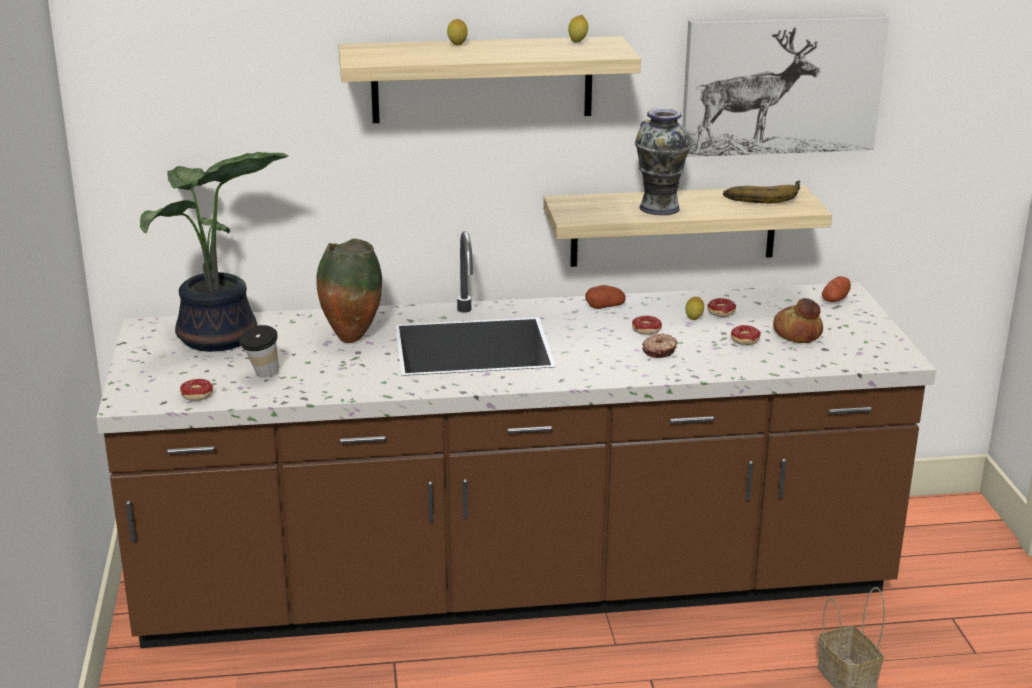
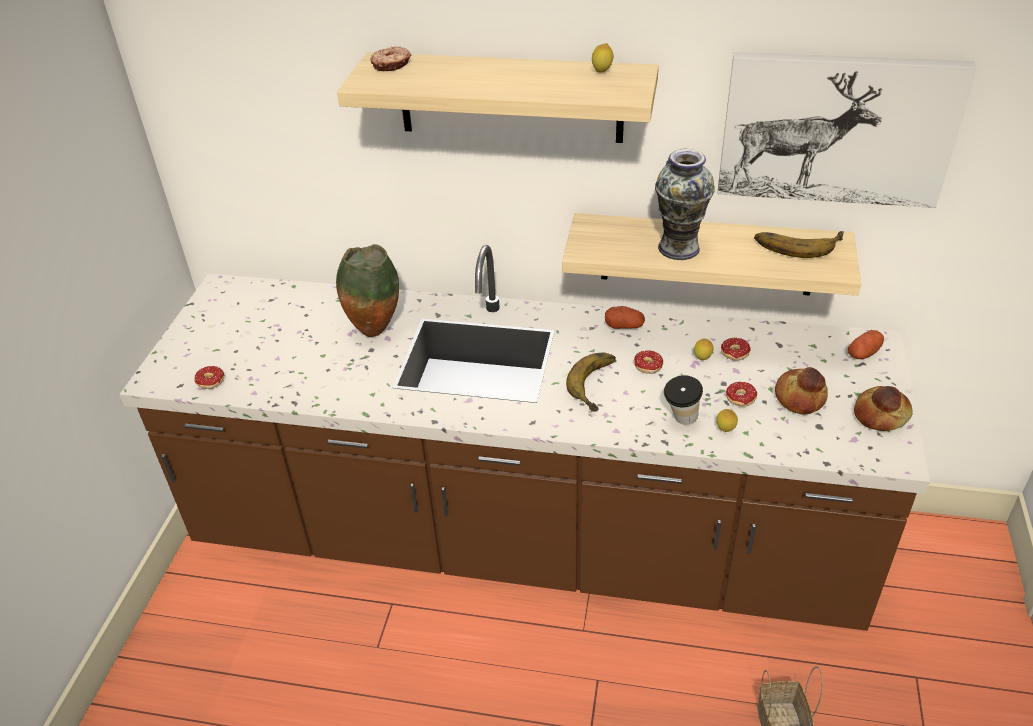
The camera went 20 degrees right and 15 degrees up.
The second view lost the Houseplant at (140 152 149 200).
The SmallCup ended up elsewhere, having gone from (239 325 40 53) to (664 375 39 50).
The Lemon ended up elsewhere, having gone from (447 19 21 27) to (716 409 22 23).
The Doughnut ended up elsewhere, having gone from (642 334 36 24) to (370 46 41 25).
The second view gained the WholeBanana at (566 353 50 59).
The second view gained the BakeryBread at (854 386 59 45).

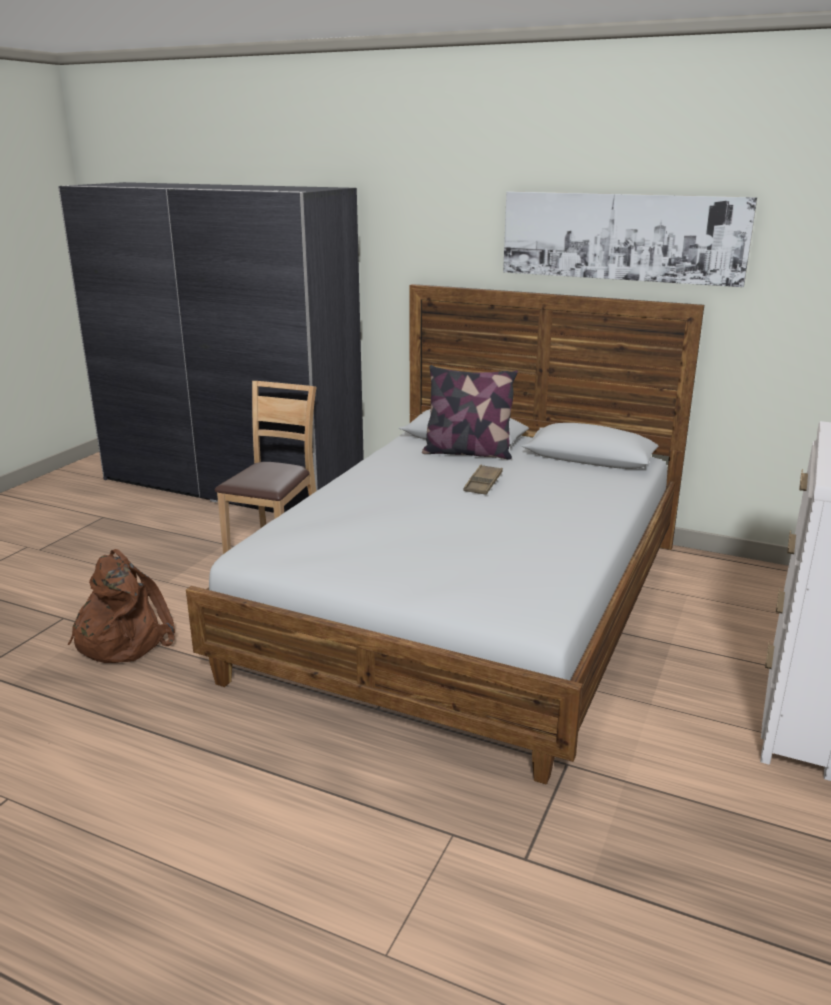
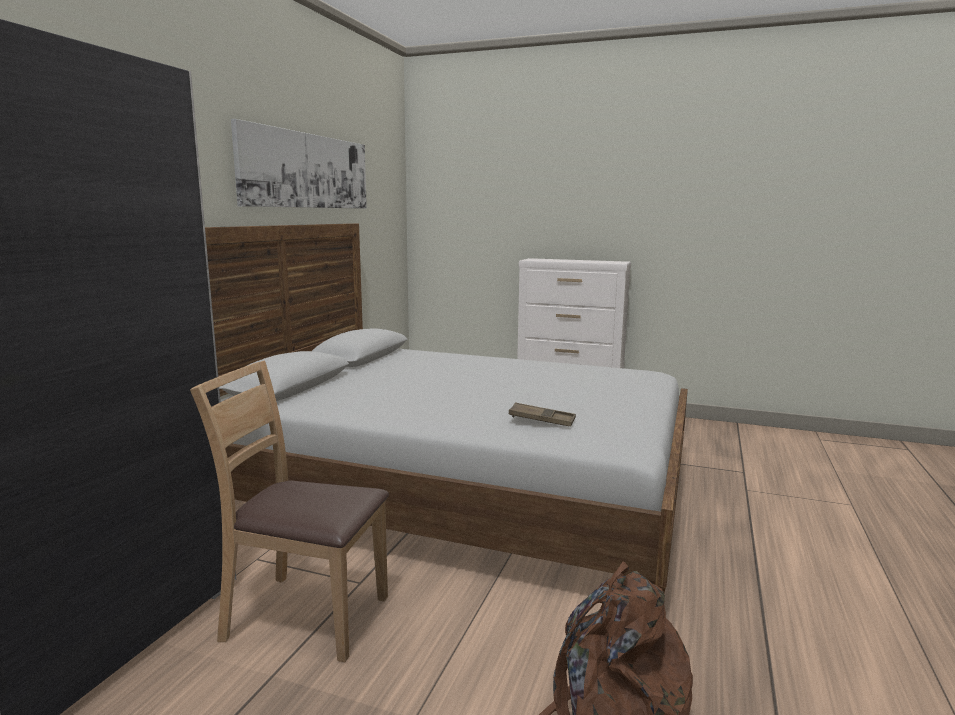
The camera went 95 degrees left and 10 degrees down.
The second view lost the Cushion at (422 365 96 94).
The BrownTray ended up elsewhere, having gone from (463 465 40 30) to (509 402 67 24).

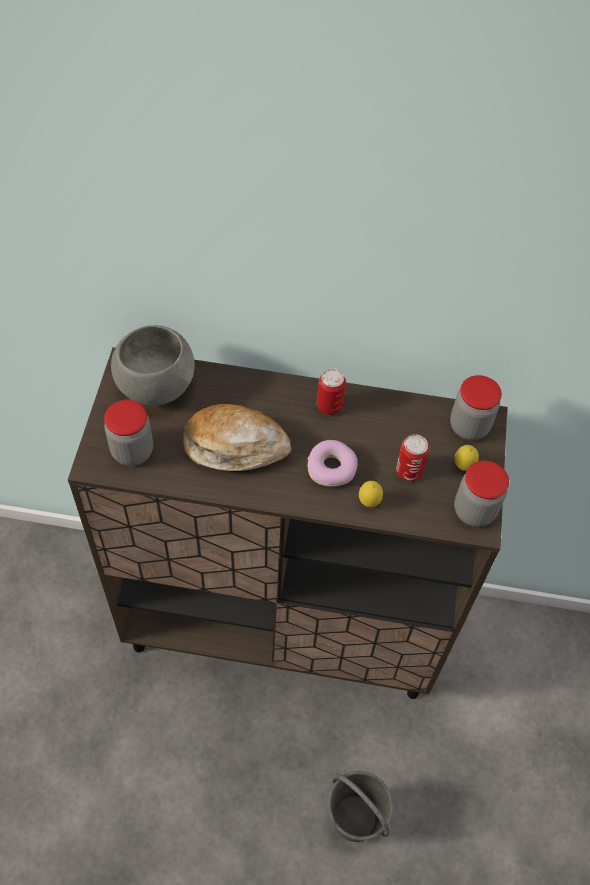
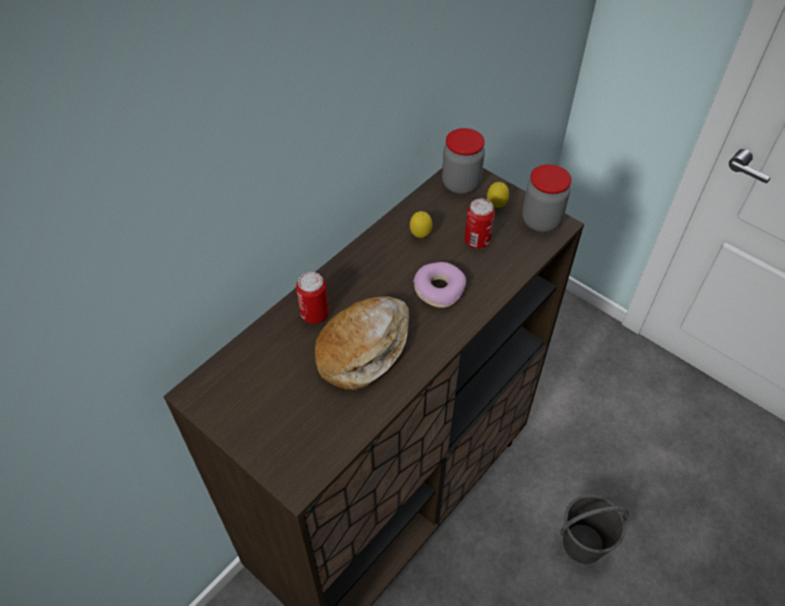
The camera went 55 degrees left and 5 degrees down.
The second view lost the Jar at (104 400 49 66).
The second view lost the GreyishServingBowl at (111 325 84 81).
The MetalCan ended up elsewhere, having gone from (317 368 29 47) to (296 272 33 52).
The Lemon ended up elsewhere, having gone from (359 481 24 26) to (410 211 23 27).

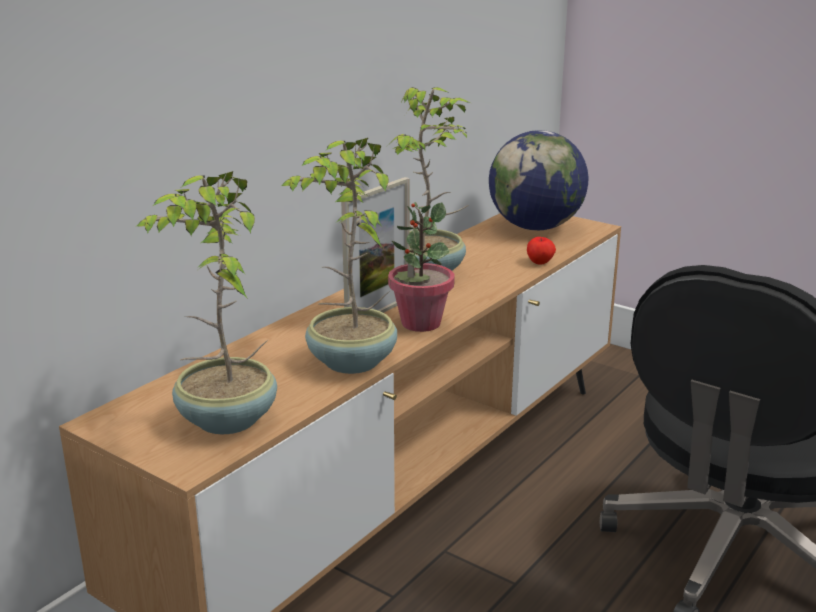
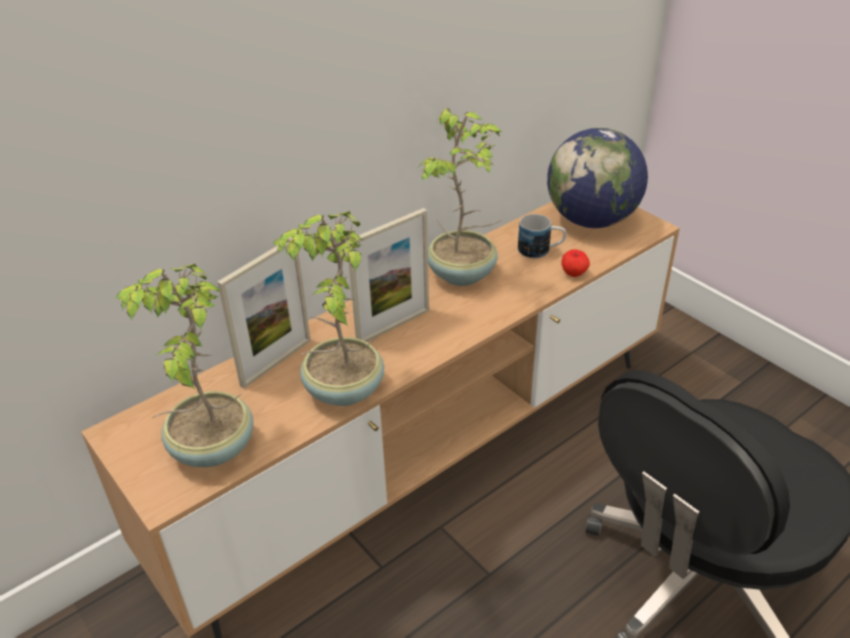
The camera went 15 degrees right and 15 degrees up.
The second view lost the Houseplant at (388 202 67 130).
The second view gained the PhotoFrame at (217 237 94 151).
The second view gained the TeaMug at (518 214 48 45).

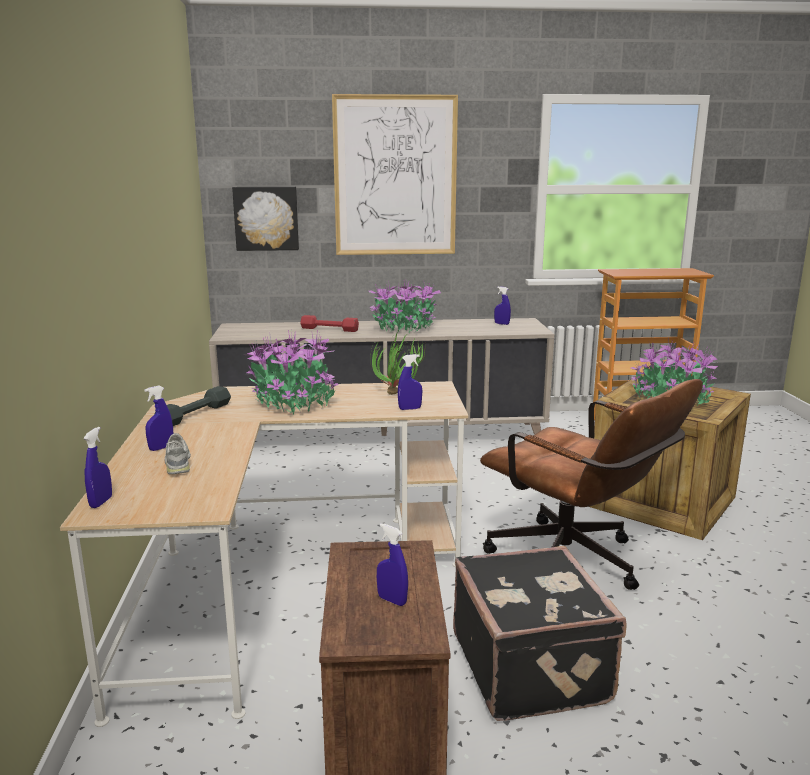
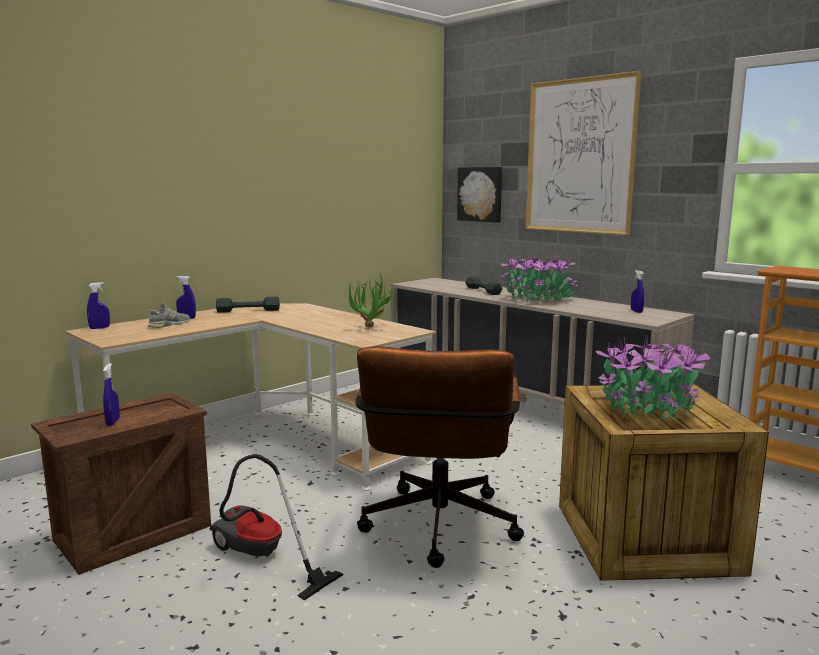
The camera went 50 degrees right and 5 degrees down.
The second view lost the Houseplant at (244 330 95 85).
What was the RedHandWeight at (300 315 59 17) turned into the GreyishHandWeight at (465 277 37 18).
The second view lost the BlueSprayBottle at (398 354 24 56).
Where the BlackColouredSuitcase stood at (453 546 174 175), the Hoover came to stand at (209 454 134 146).

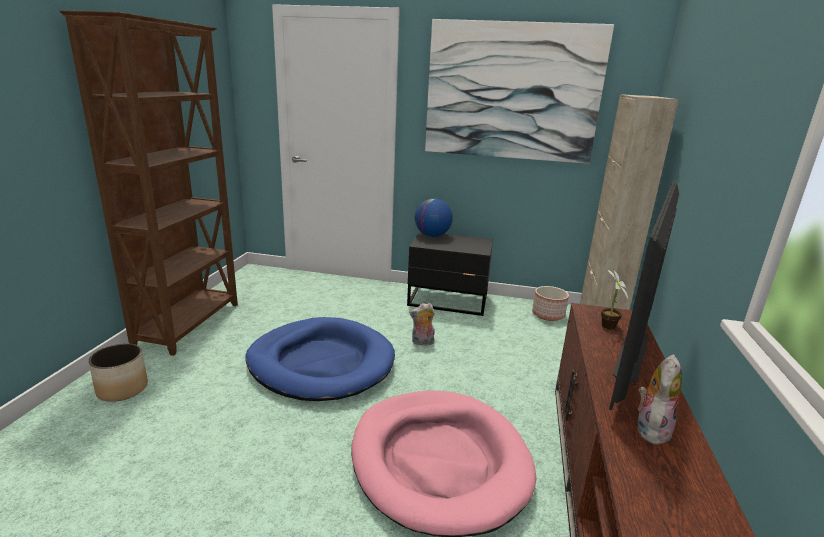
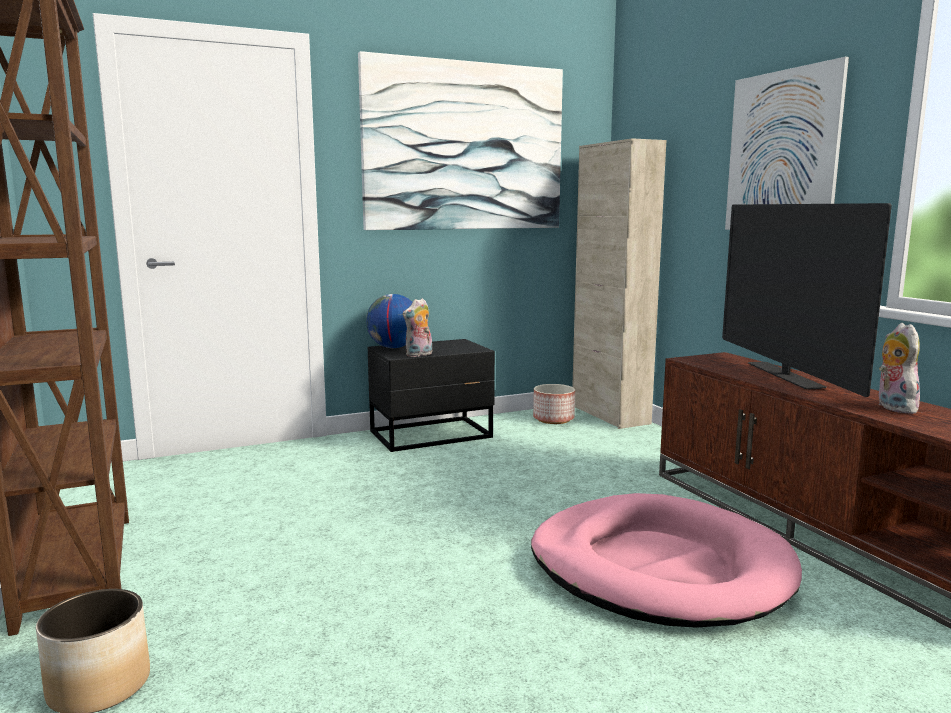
The camera went 35 degrees left and 10 degrees down.
The second view lost the BluePetBed at (246 317 149 84).
The CuddlyToy ended up elsewhere, having gone from (409 303 26 43) to (403 298 29 59).
The second view lost the Houseplant at (601 269 27 61).
The second view gained the WallArt at (725 57 124 173).

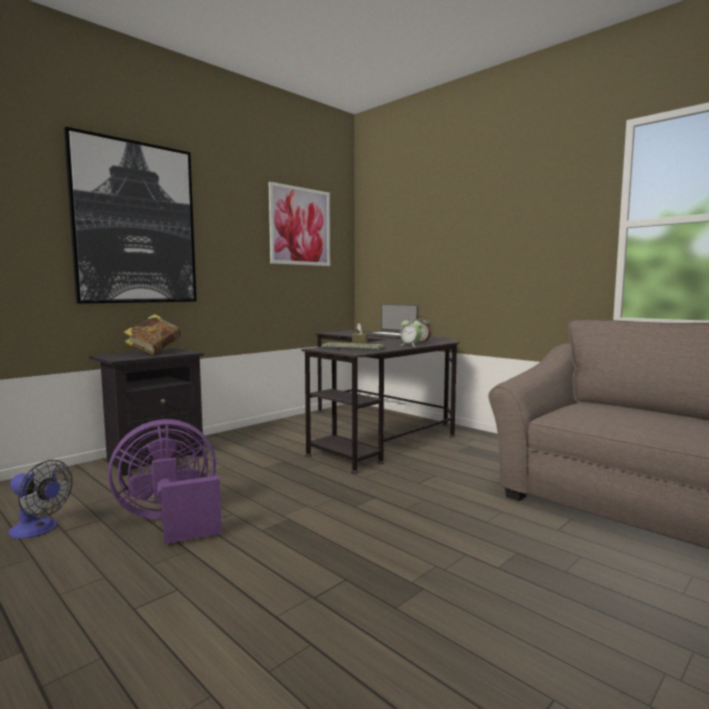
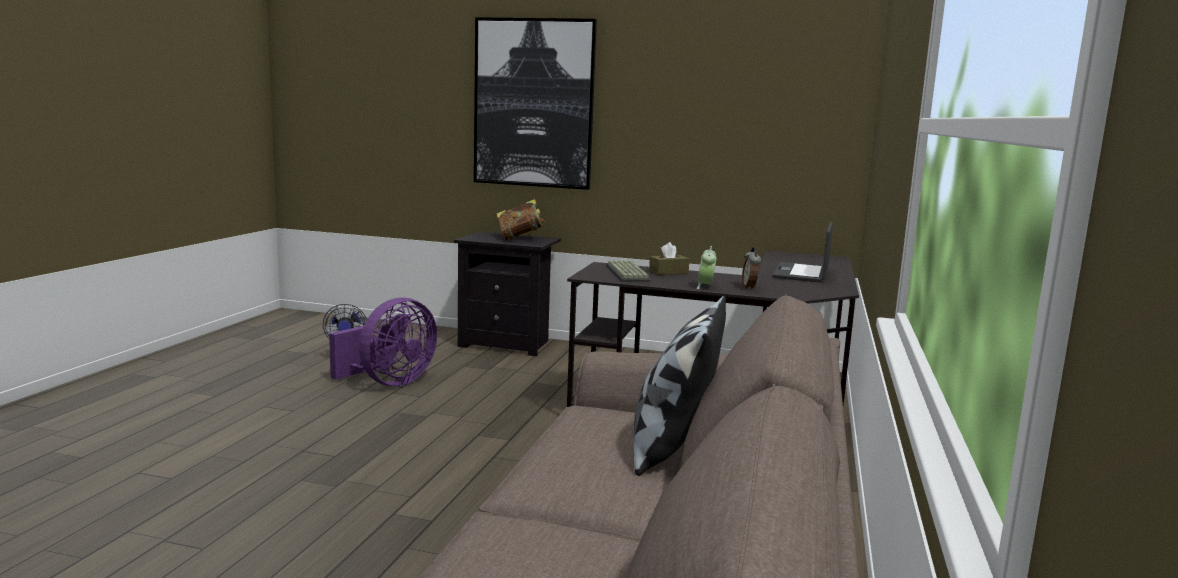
The camera went 60 degrees right and 5 degrees up.
The PurpleElectricFan at (108 419 114 125) ended up facing another way, 90 degrees clockwise from before.
The second view lost the WallArt at (269 182 61 84).
The second view gained the Cushion at (633 296 93 180).

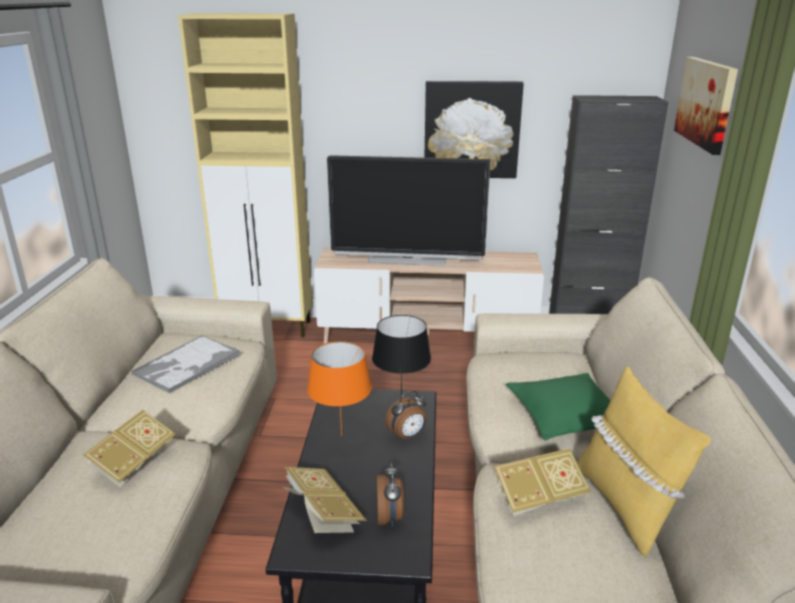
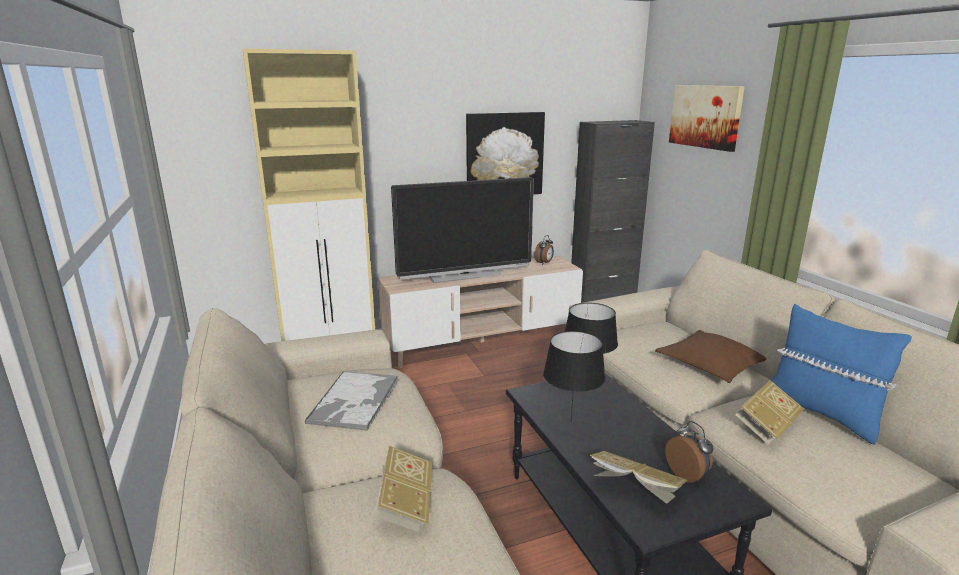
The camera went 25 degrees left and 5 degrees down.
What was the OrangeyLampForATable at (307 341 65 95) turned into the BlackColouredLampForATable at (543 331 63 91).
The TableClock ended up elsewhere, having gone from (385 391 42 50) to (535 235 19 30).
What was the GreenColouredCushion at (506 373 105 67) turned into the BrownCushion at (655 330 111 53).
What was the YellowColouredCushion at (577 366 134 191) turned into the BlueCushion at (771 304 141 141).

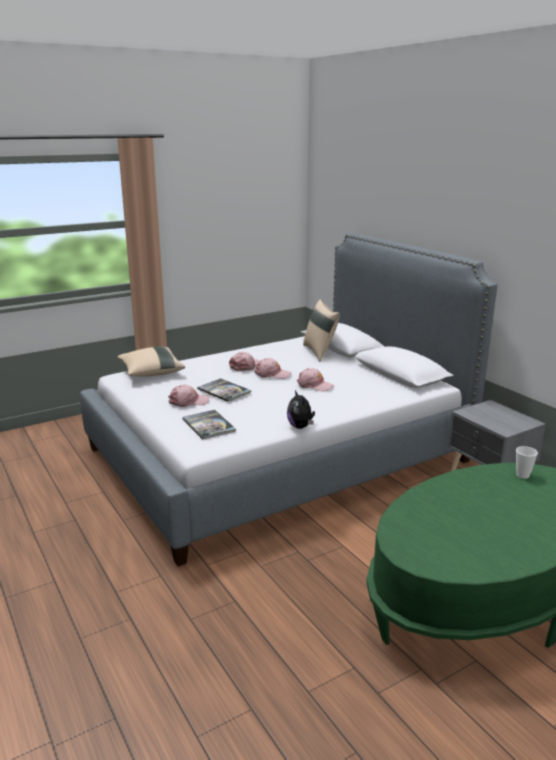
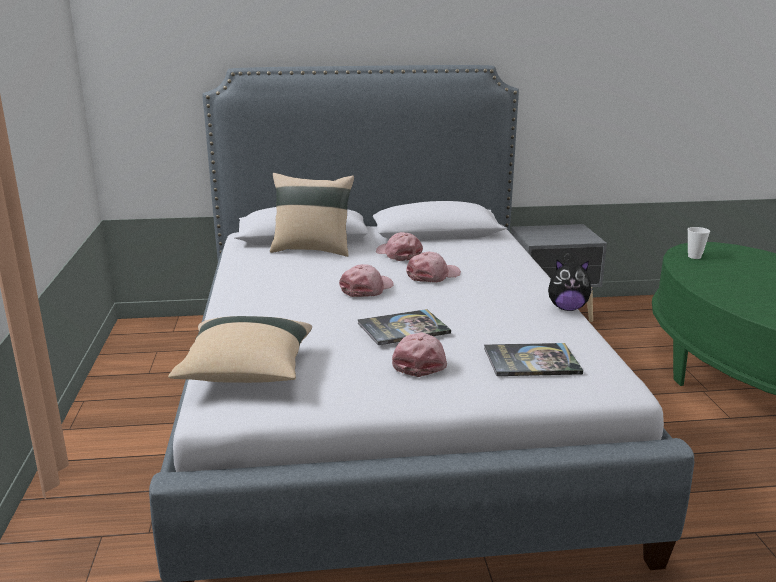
The camera went 65 degrees left and 0 degrees up.
The PinkPeakedCap ended up elsewhere, having gone from (229 352 30 19) to (376 232 47 29).

